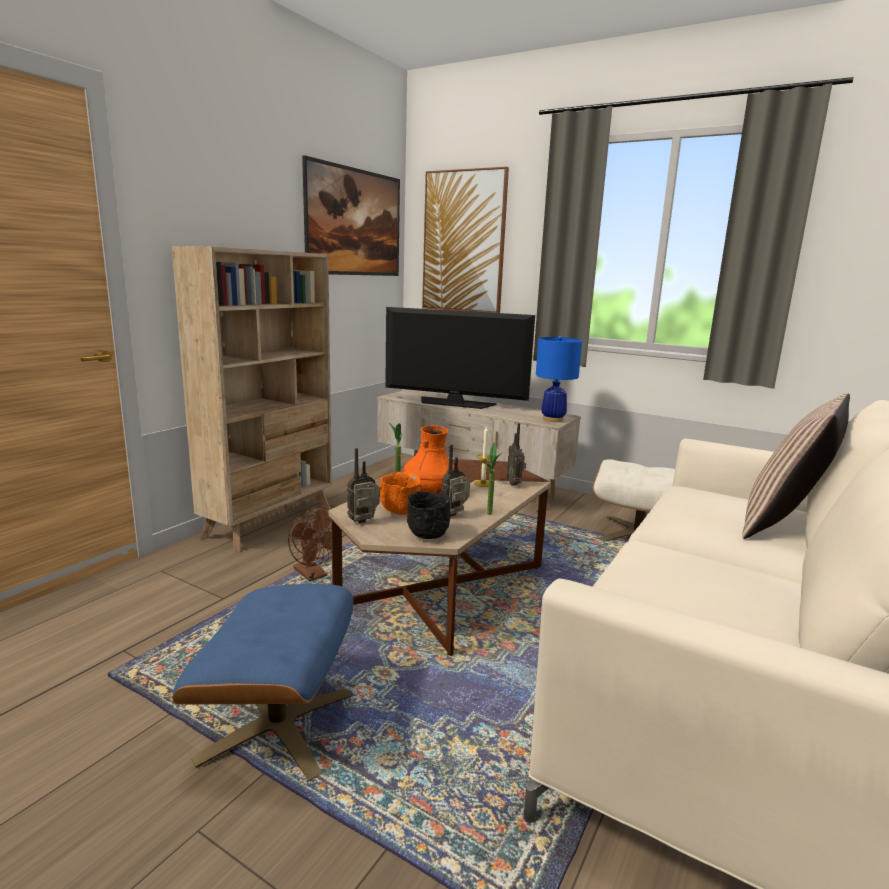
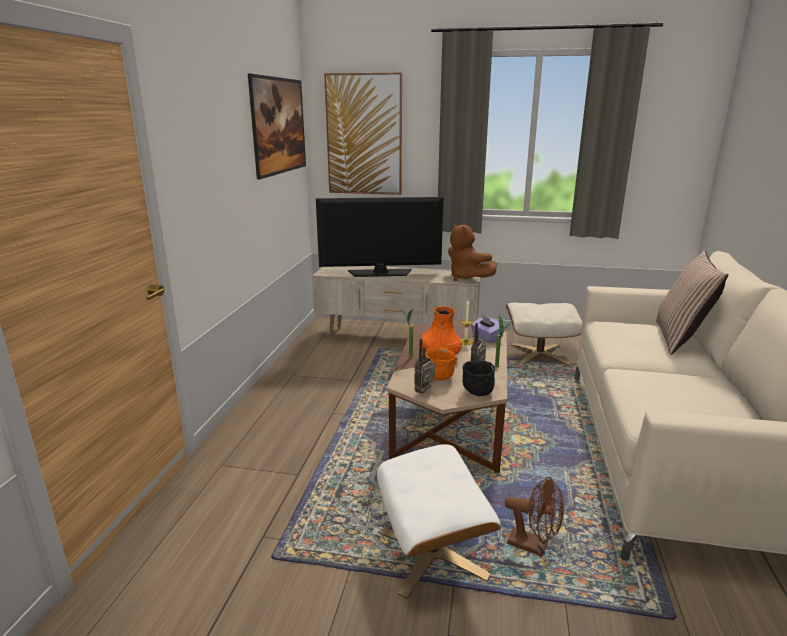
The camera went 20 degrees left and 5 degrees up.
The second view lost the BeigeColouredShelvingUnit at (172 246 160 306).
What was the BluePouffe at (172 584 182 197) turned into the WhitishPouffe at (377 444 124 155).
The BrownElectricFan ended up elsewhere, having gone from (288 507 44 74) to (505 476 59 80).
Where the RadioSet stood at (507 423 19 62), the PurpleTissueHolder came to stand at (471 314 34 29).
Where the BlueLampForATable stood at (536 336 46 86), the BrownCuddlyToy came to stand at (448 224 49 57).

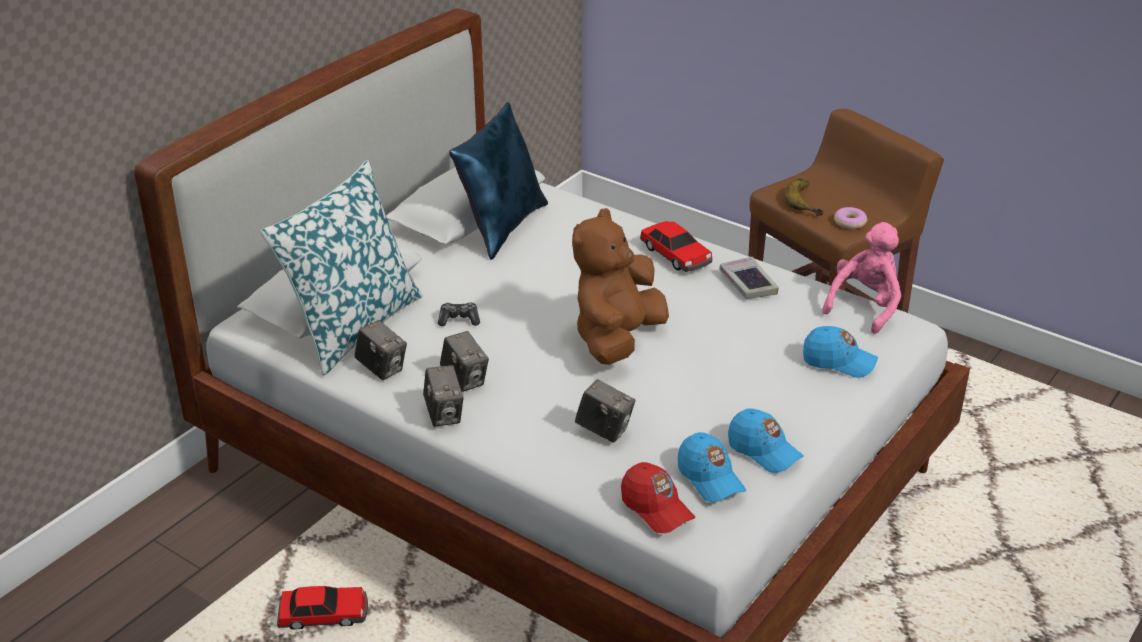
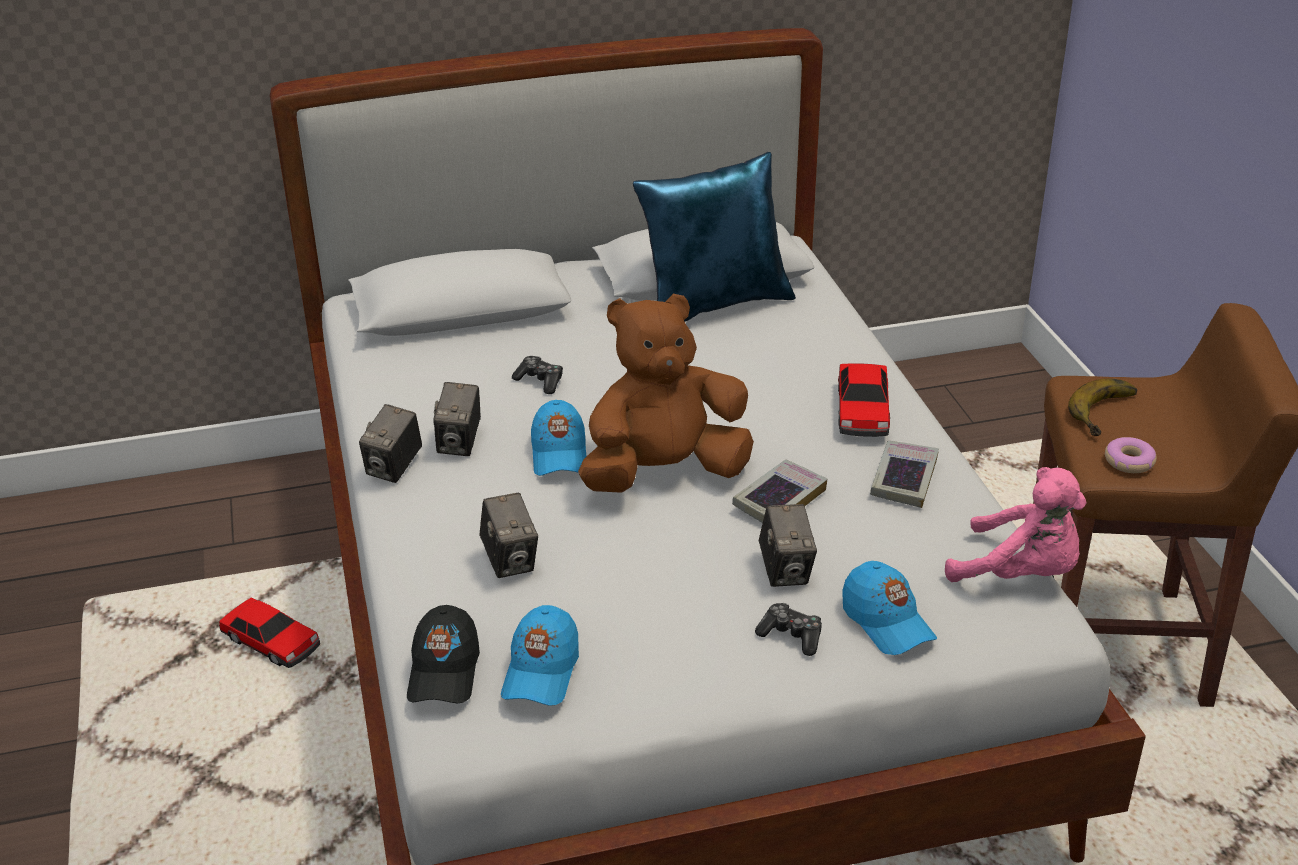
The camera went 40 degrees right and 0 degrees up.
The second view lost the Cushion at (261 160 161 215).
The PhotoCamera ended up elsewhere, having gone from (354 320 53 60) to (758 504 59 83).
What was the RedPeakedCap at (621 462 74 71) turned into the BlackColouredPeakedCap at (407 605 73 99).
The BluePeakedCap ended up elsewhere, having gone from (728 408 76 65) to (531 400 56 76).
The PinkCuddlyToy at (822 222 79 112) ended up facing another way, 45 degrees clockwise from before.
The second view gained the Volume at (732 460 96 63).
The second view gained the GameController at (755 603 67 53).

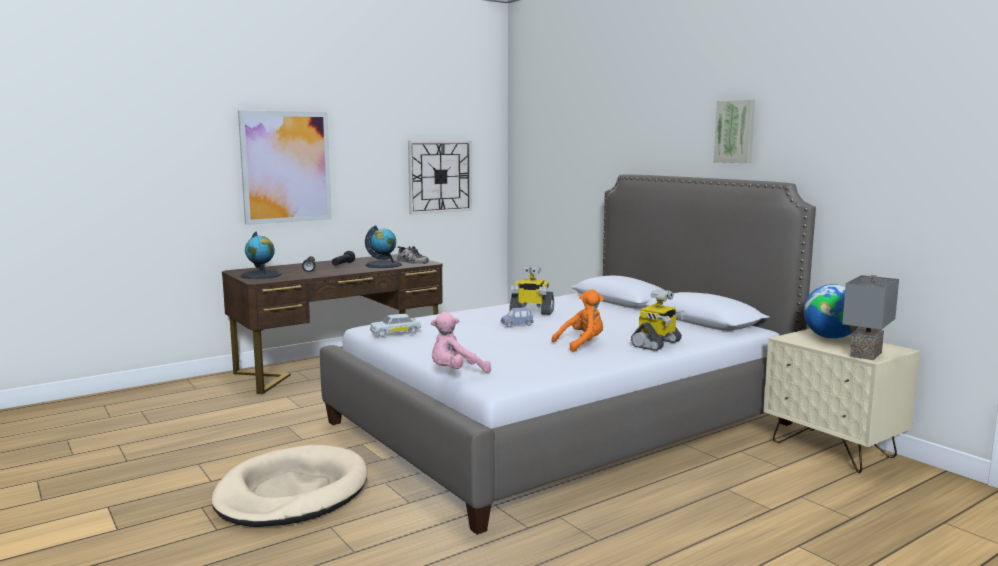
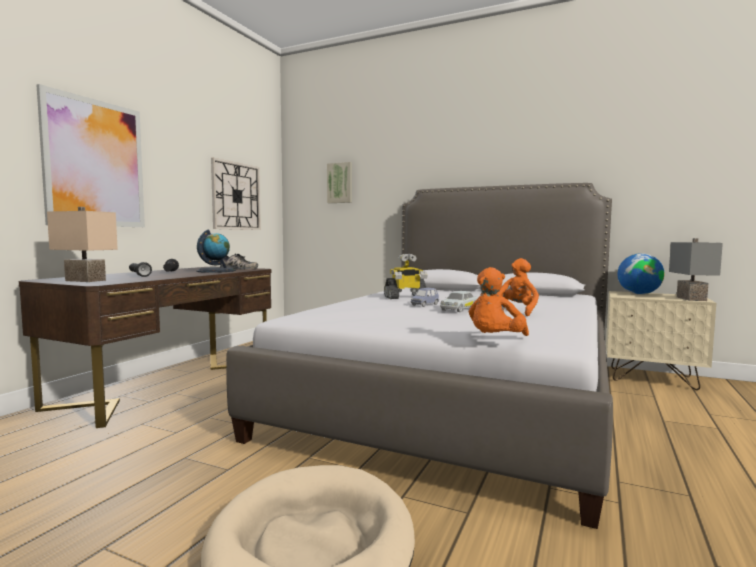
The camera went 30 degrees left and 5 degrees down.
Where the Globe stood at (241 232 41 47), the BeigeColouredLampForATable came to stand at (47 207 71 75).
The WhitishMiniatureCar ended up elsewhere, having gone from (370 314 51 23) to (440 291 38 21).
What was the PinkCuddlyToy at (431 312 60 61) turned into the OrangeyCuddlyToy at (469 267 60 69).
The second view lost the ModelRobot at (631 290 56 61).
The WallArt ended up elsewhere, having gone from (714 99 41 64) to (327 162 25 41).

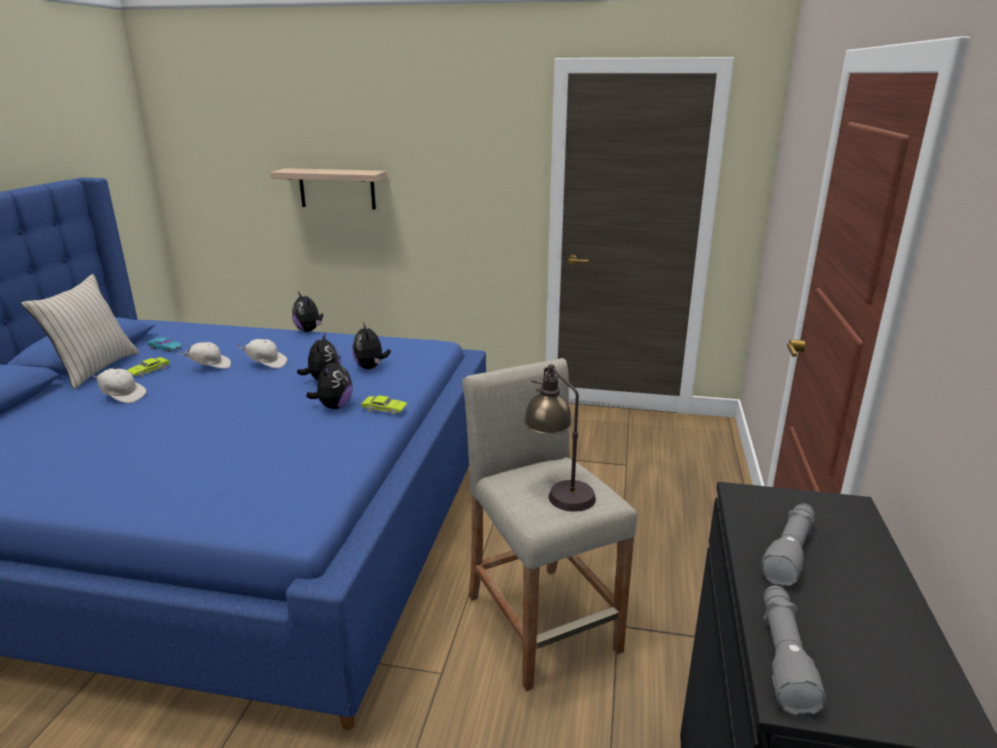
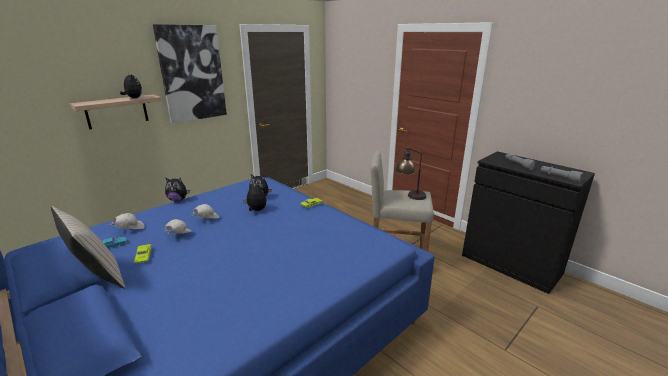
The camera went 55 degrees left and 0 degrees up.
The WhitishPeakedCap ended up elsewhere, having gone from (91 368 55 35) to (107 213 38 16).
The CuddlyToy ended up elsewhere, having gone from (306 356 47 53) to (120 73 22 25).
The second view gained the WallArt at (153 24 74 99).

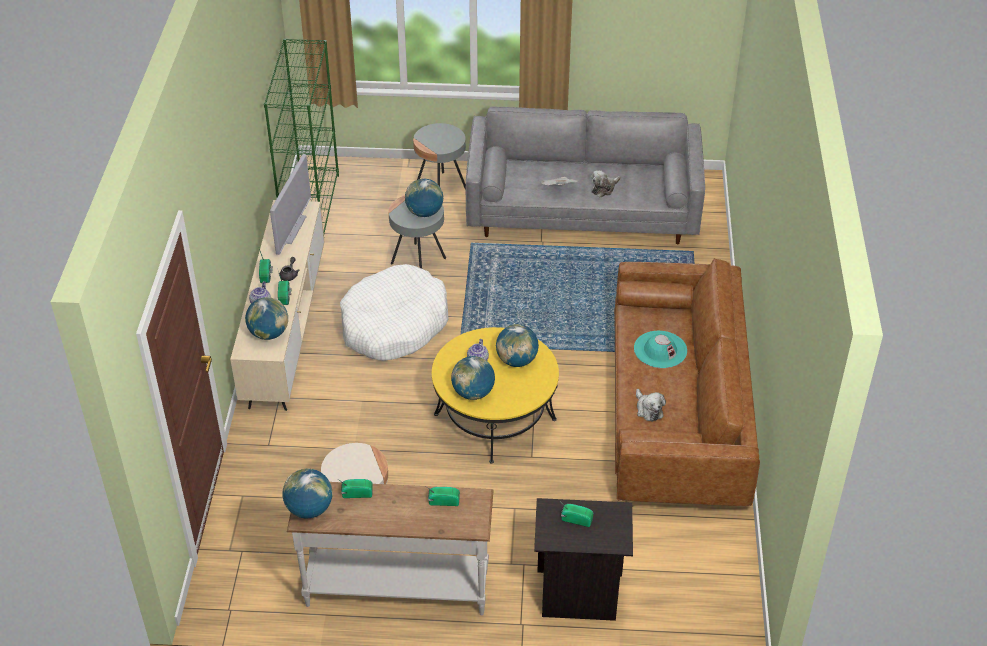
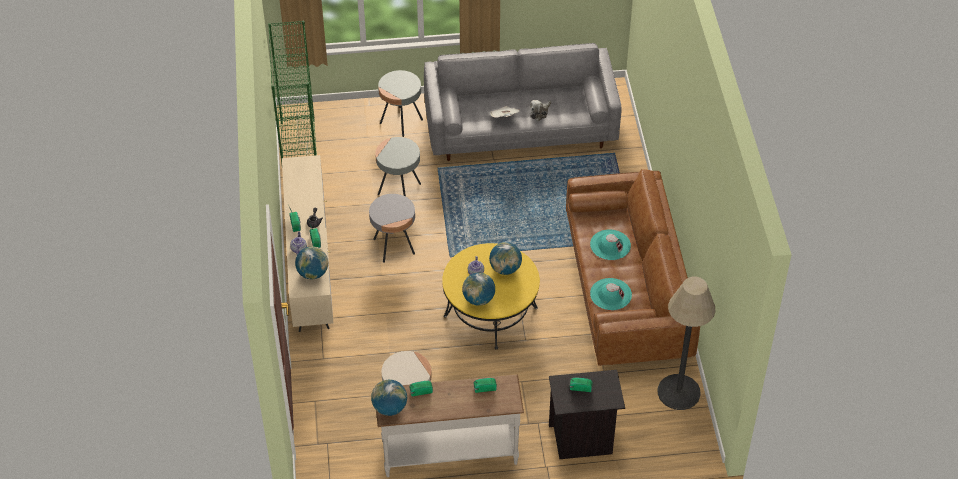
The camera went 10 degrees left and 5 degrees up.
The second view lost the Television at (270 154 41 101).
Where the WhitishPetBed stood at (340 264 108 97), the GreyishAccentTable came to stand at (369 194 46 69).
The second view lost the Globe at (405 179 39 38).
Where the CuddlyToy stood at (636 389 30 33), the TurquoiseColouredClothingHat came to stand at (590 278 42 33).
The second view gained the StandardLamp at (658 276 58 134).

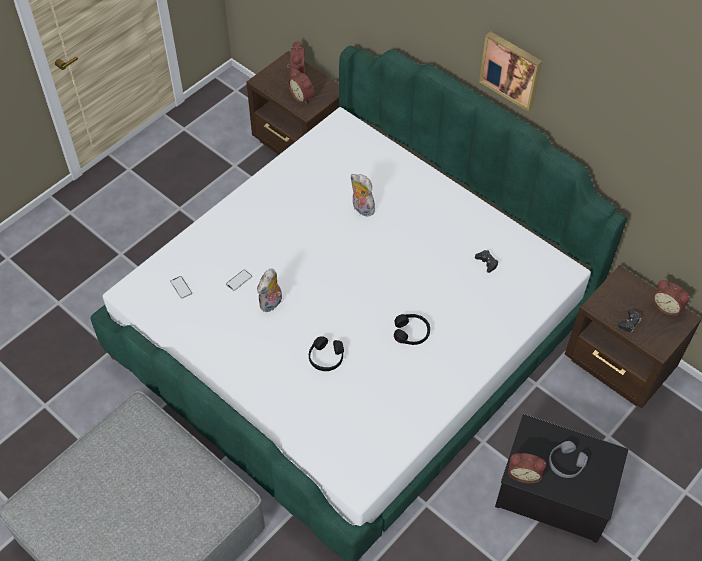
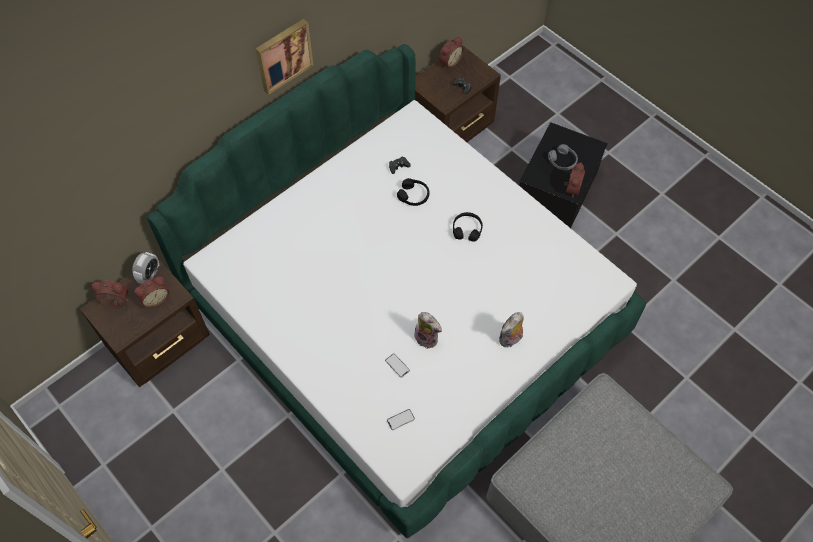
The camera went 85 degrees left and 5 degrees up.
The BlackColouredHeadphones ended up elsewhere, having gone from (309 336 35 35) to (397 178 32 28).
The CuddlyToy ended up elsewhere, having gone from (350 174 26 42) to (499 312 25 35).
The second view gained the TableClock at (132 252 27 32).

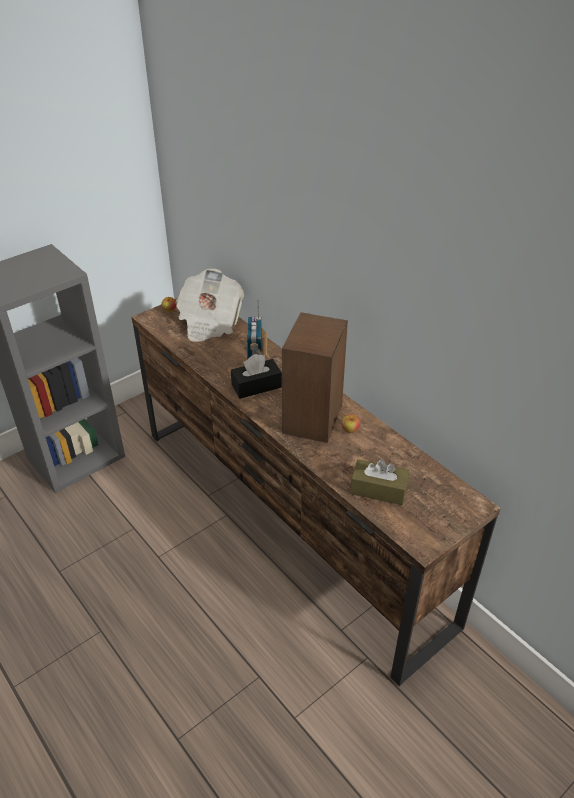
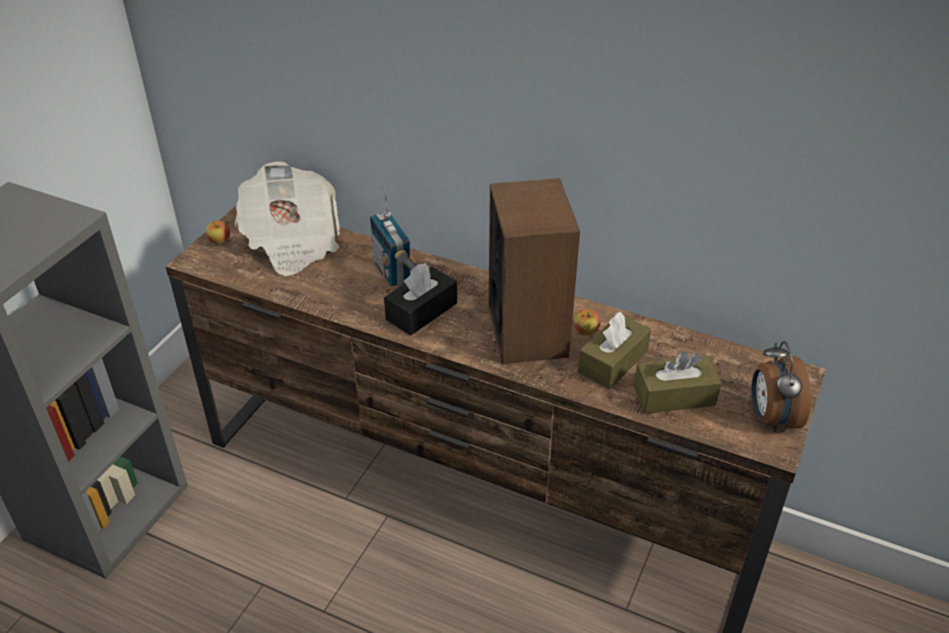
The camera went 25 degrees left and 0 degrees up.
The second view gained the BrownTissueHolder at (578 312 73 77).
The second view gained the TableClock at (752 341 59 91).

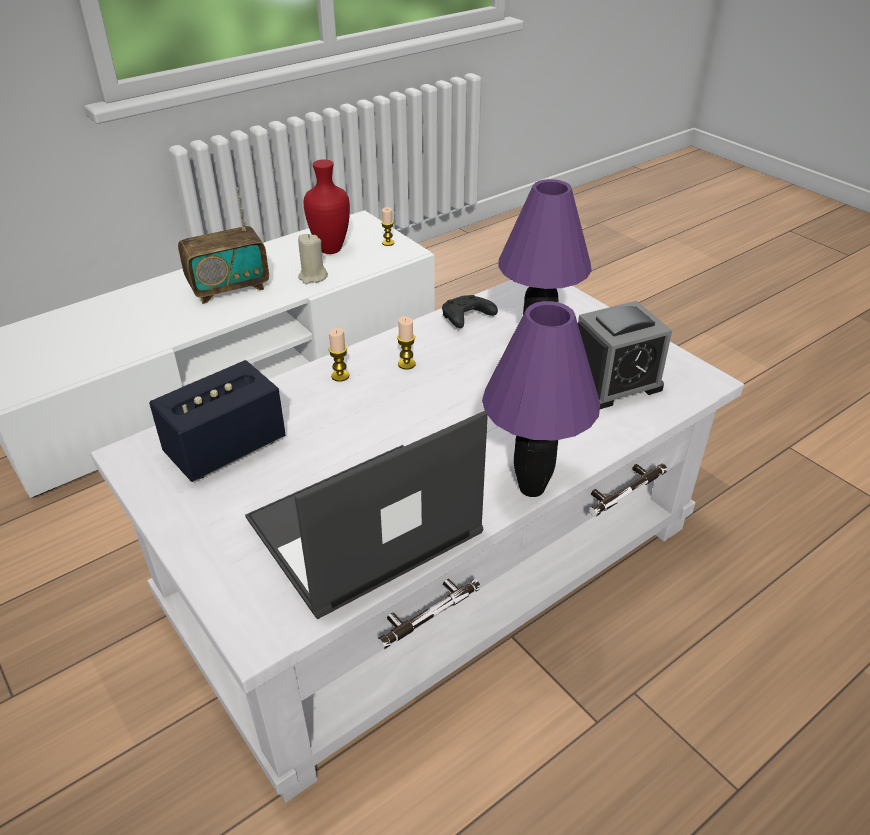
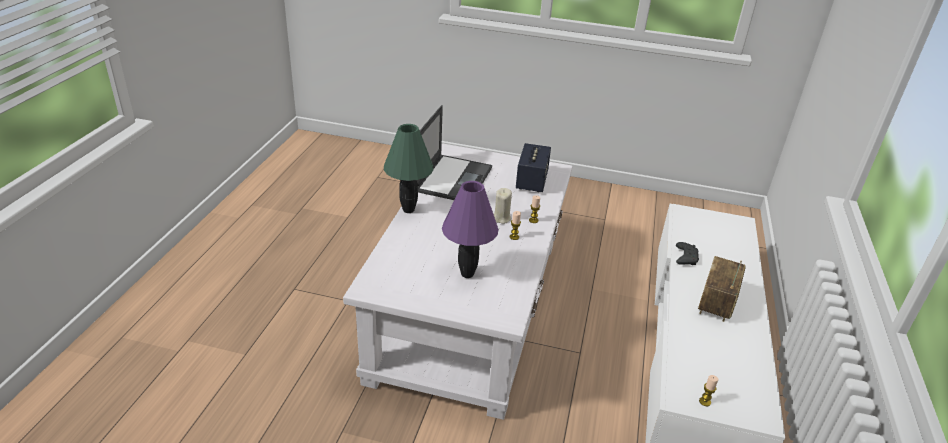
The camera went 140 degrees right and 5 degrees down.
The BeigeColouredCandle ended up elsewhere, having gone from (298 234 30 50) to (494 188 18 36).
The second view lost the RedDecorativeVase at (304 159 46 95).
The BlackColouredGameController ended up elsewhere, having gone from (442 295 56 33) to (676 242 23 23).
What was the PurpleLampForATable at (482 301 118 196) turned into the GreenColouredLampForATable at (384 124 50 89).
The second view lost the TableClock at (578 301 94 108).

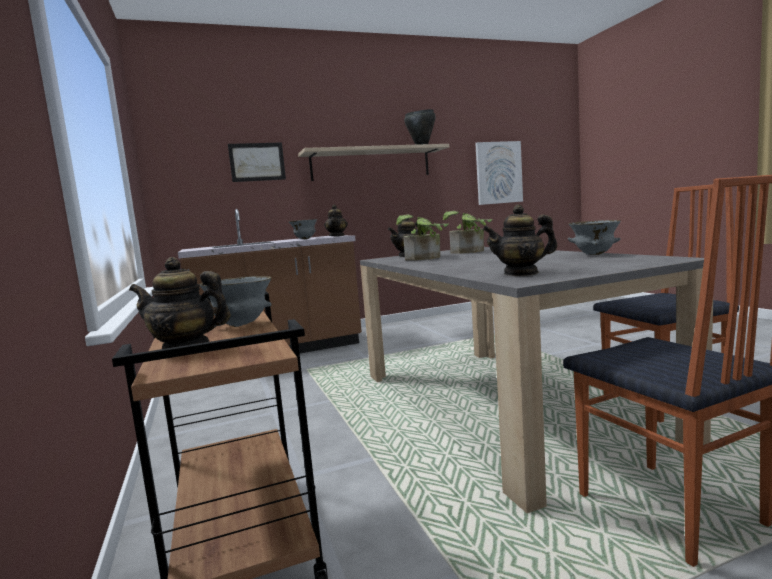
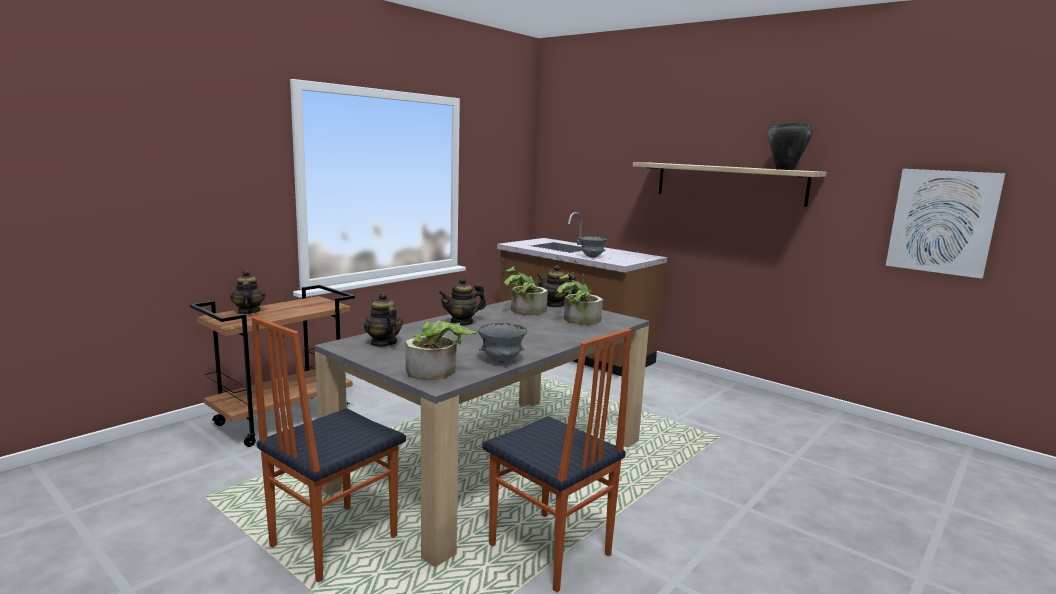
The camera went 60 degrees right and 5 degrees up.
The second view lost the GreyishServingBowl at (199 276 73 51).
The second view lost the WallArt at (228 142 58 40).
The Teapot ended up elsewhere, having gone from (324 204 24 32) to (439 277 47 49).
The second view gained the Houseplant at (406 321 71 59).

